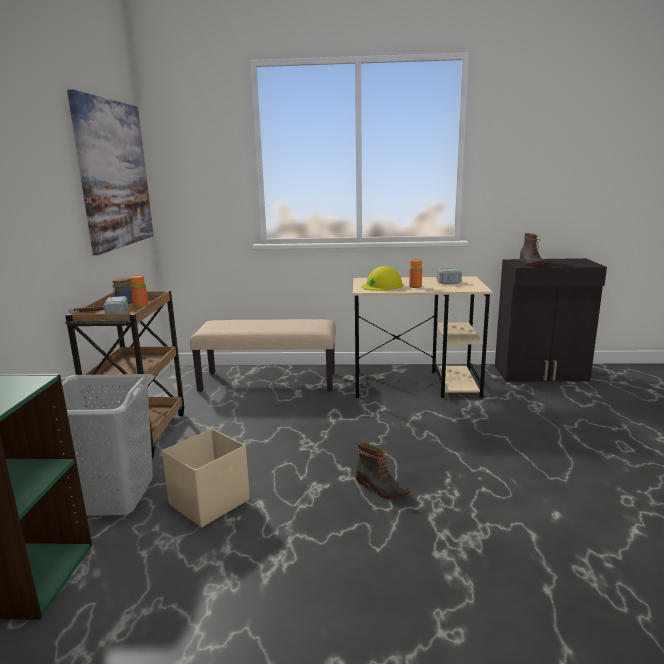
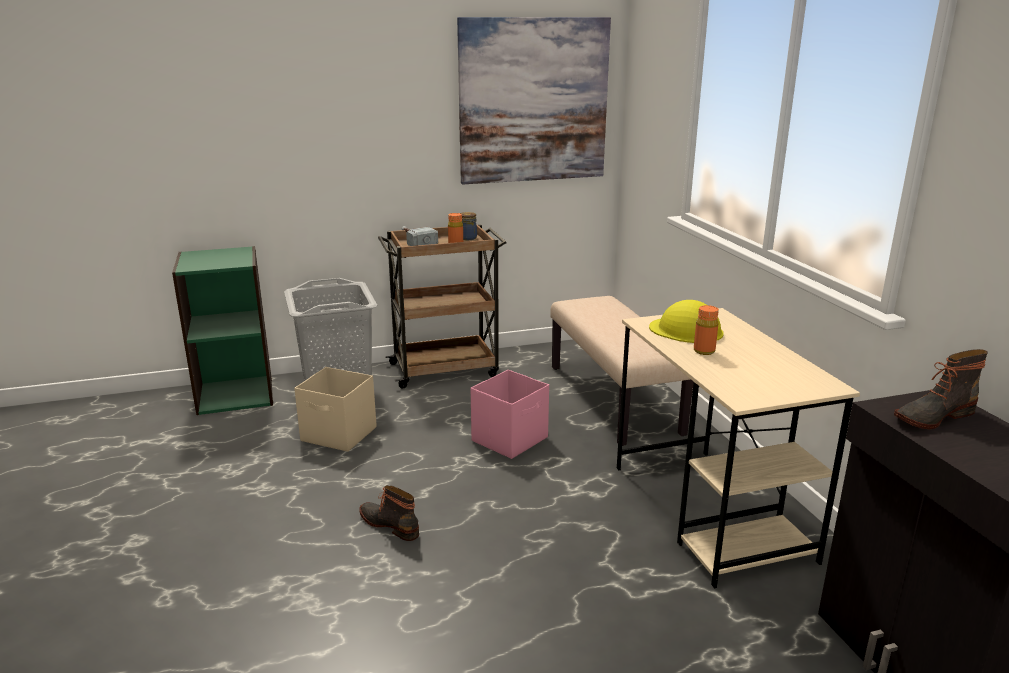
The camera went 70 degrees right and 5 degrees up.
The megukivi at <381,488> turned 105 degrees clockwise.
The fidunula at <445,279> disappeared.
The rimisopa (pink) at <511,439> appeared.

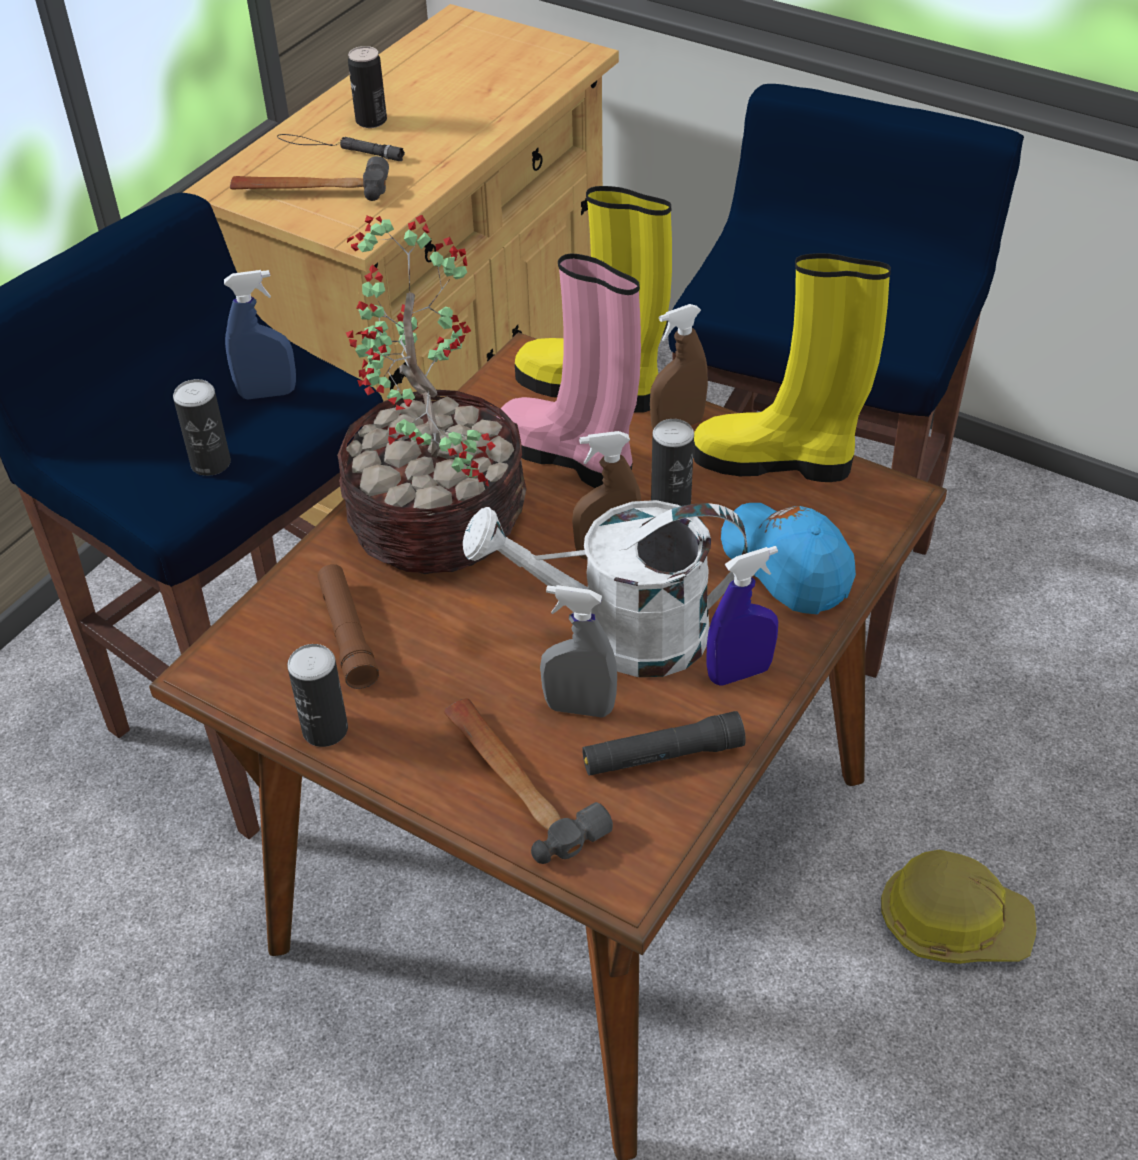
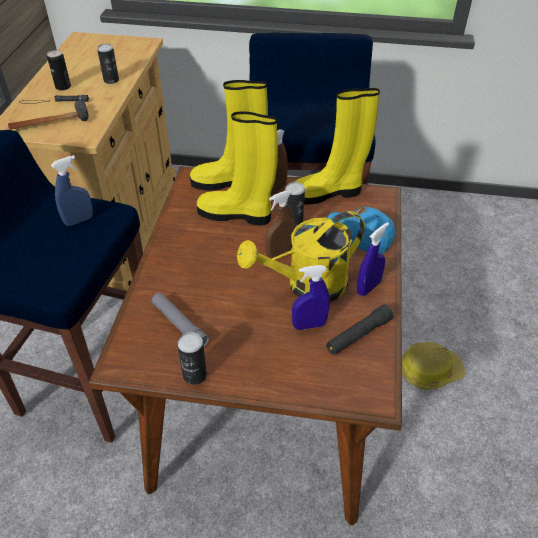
The camera went 25 degrees left and 0 degrees up.
The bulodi moved from <210,463> to <111,80>.
The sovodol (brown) at <347,634> became the sovodol (grey) at <179,325>.
The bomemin at <435,515> disappeared.
The fidunula at <517,781> disappeared.
The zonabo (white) at <620,634> became the zonabo (yellow) at <307,286>.
The megukivi (pink) at <569,457> became the megukivi (yellow) at <236,214>.
The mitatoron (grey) at <579,708> became the mitatoron (blue) at <309,325>.

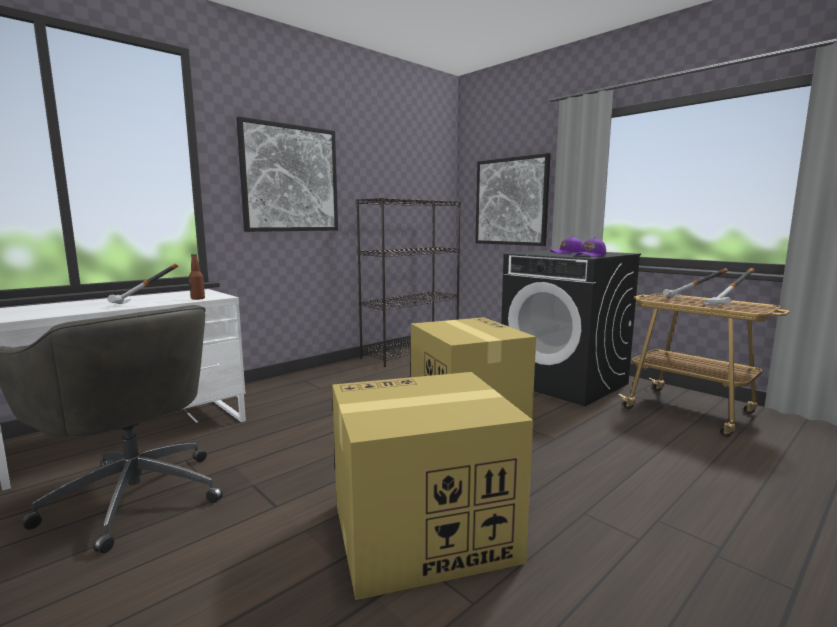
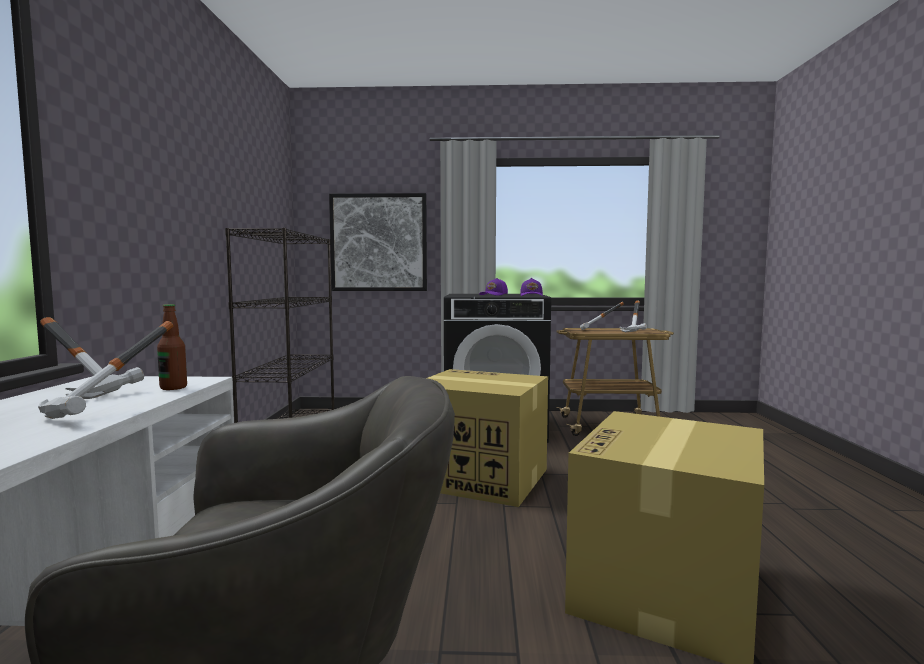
The camera went 45 degrees left and 5 degrees down.
The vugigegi at <290,179> disappeared.
The fidunula at <94,390> appeared.

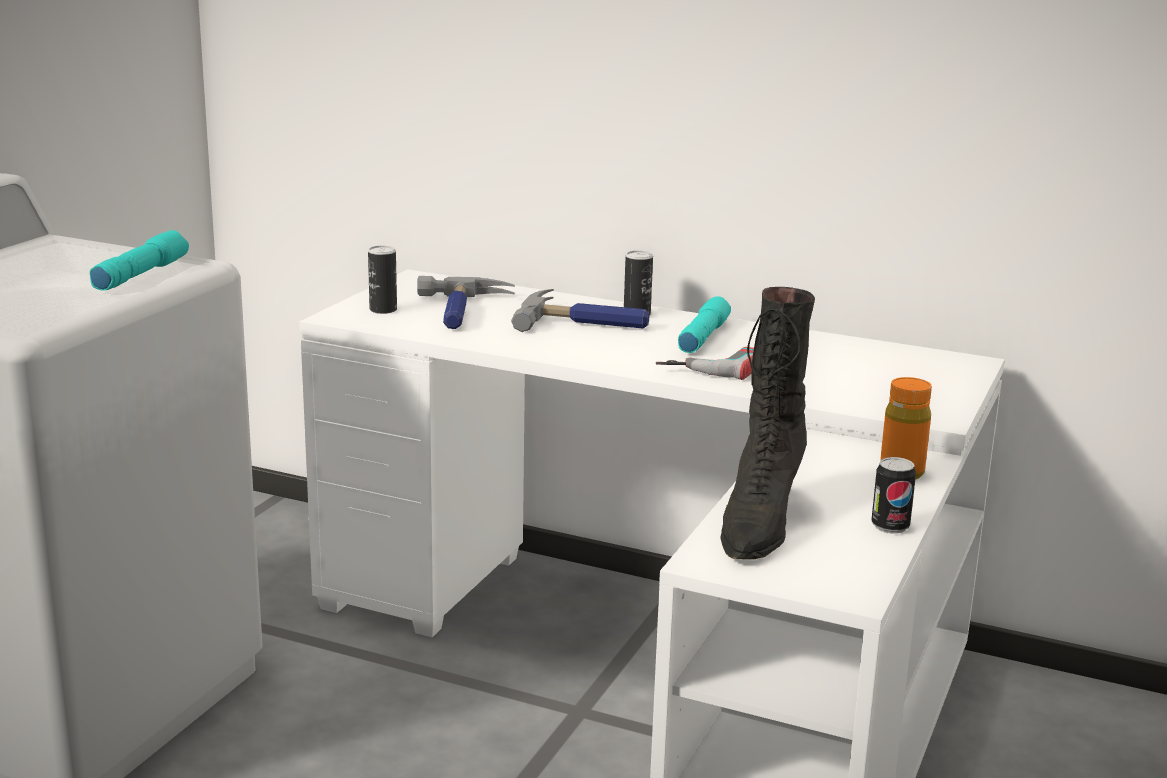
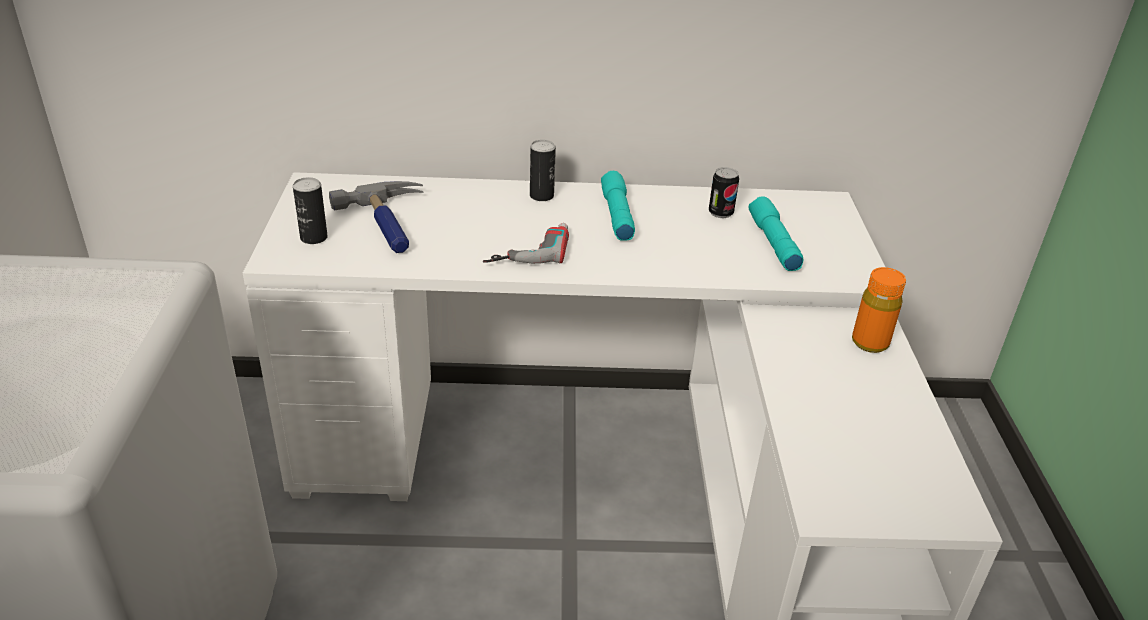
The camera went 25 degrees left and 15 degrees up.
The sovodol (turquoise) moved from <140,274> to <772,243>.
The fidunula at <585,322> disappeared.
The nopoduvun moved from <714,366> to <528,249>.
The megukivi (black) at <759,523> disappeared.
The bulodi moved from <890,526> to <720,213>.

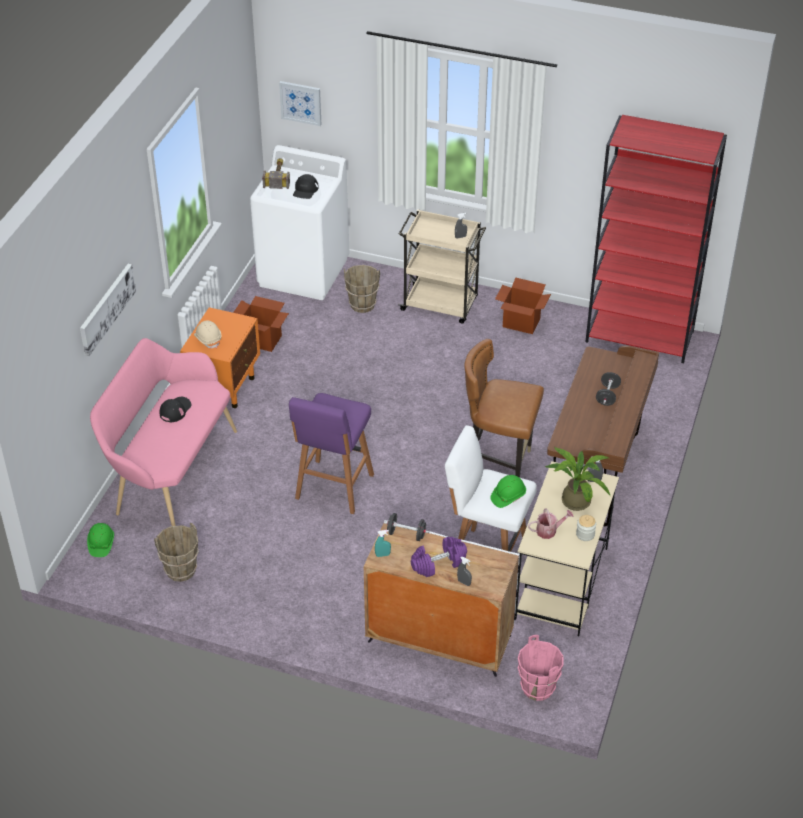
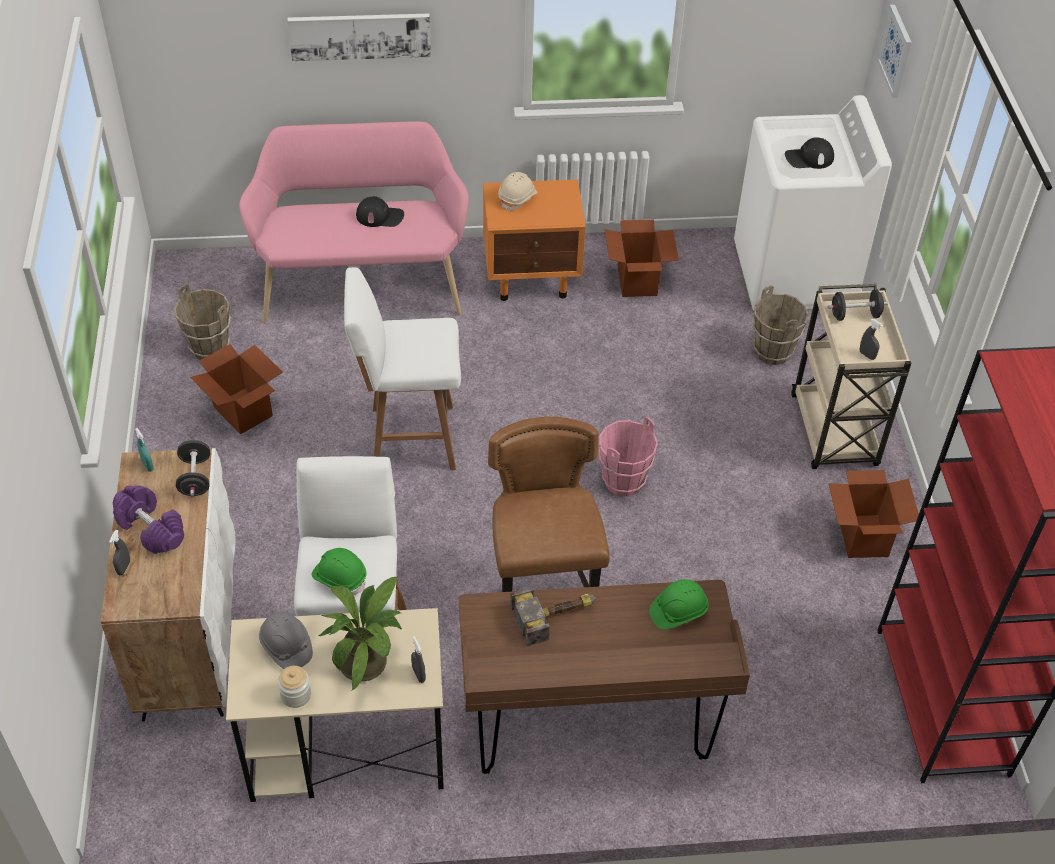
The camera went 65 degrees right and 5 degrees up.
The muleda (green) moved from <101,544> to <678,611>.
The fidunula moved from <278,176> to <557,615>.
The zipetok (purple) at <333,488> became the zipetok (white) at <409,438>.
The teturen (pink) moved from <537,688> to <623,481>.
The zonabo at <549,531> was replaced by the muleda (grey) at <286,647>.
The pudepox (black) moved from <607,396> to <855,315>.
The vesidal at <243,411> appeared.

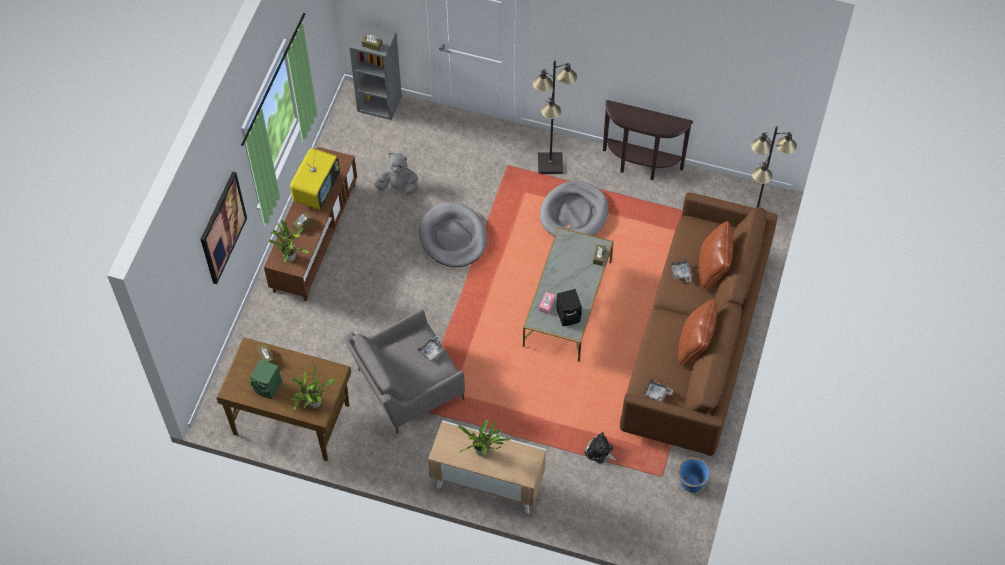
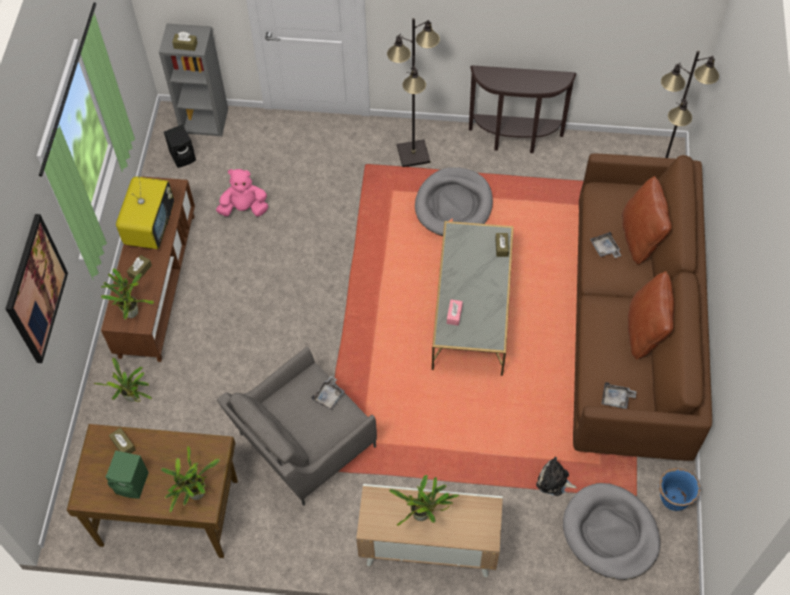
The camera went 10 degrees left and 0 degrees up.
The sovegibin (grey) at <398,186> became the sovegibin (pink) at <244,208>.
The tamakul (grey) moved from <453,237> to <610,533>.
The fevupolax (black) moved from <569,315> to <183,156>.
The bomemin at <133,398> appeared.

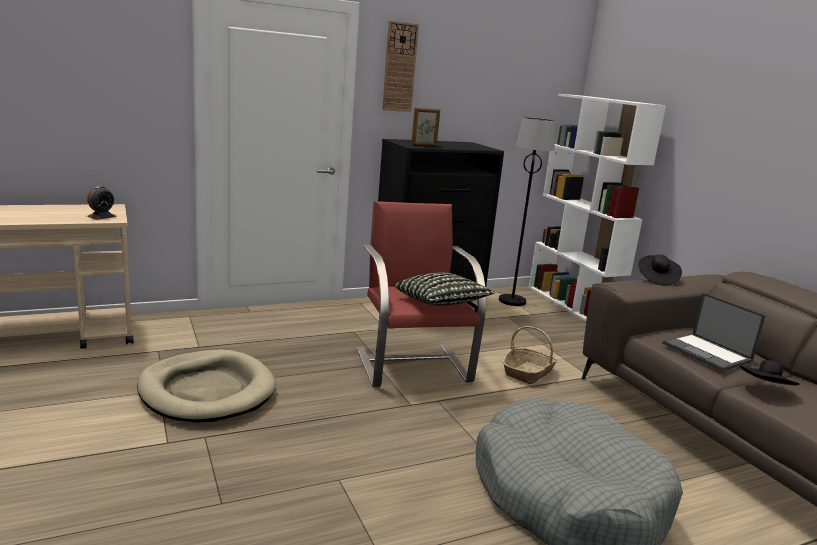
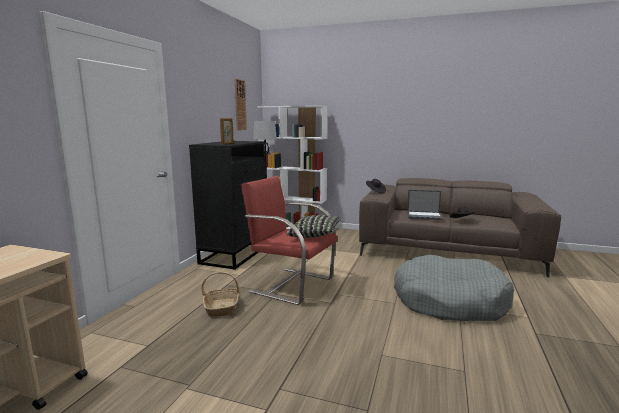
The camera went 45 degrees left and 5 degrees down.
The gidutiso at <101,216> disappeared.
The tamakul (beige) at <207,391> disappeared.
The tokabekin moved from <399,67> to <240,105>.
The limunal moved from <528,372> to <222,307>.

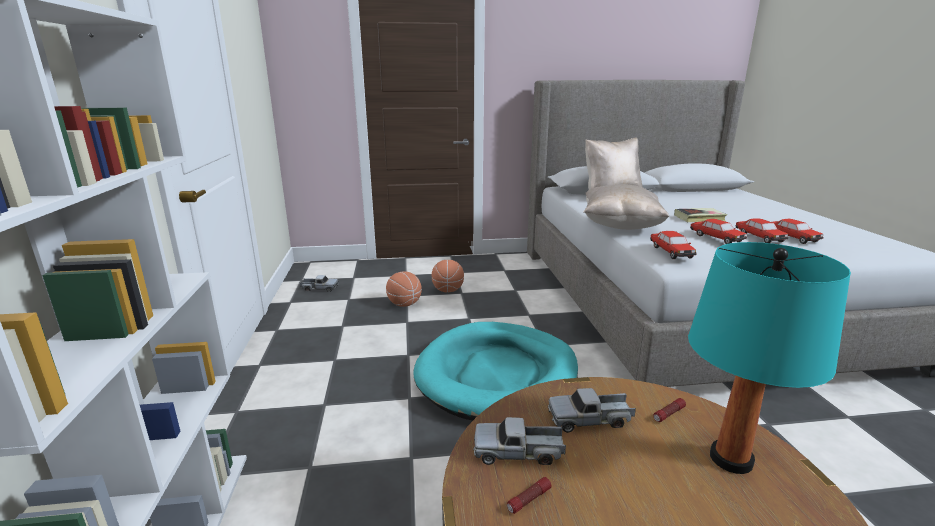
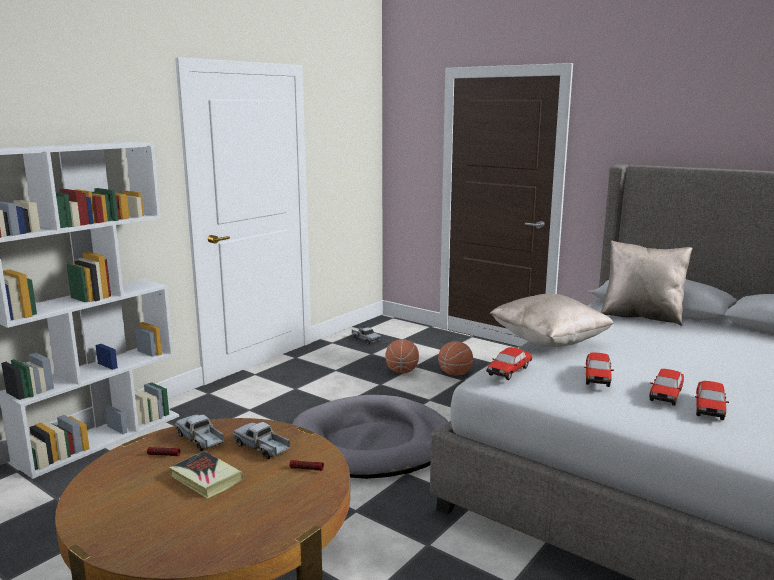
The camera went 45 degrees right and 5 degrees down.
The tamakul (turquoise) at <497,374> became the tamakul (grey) at <372,443>.
The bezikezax moved from <699,218> to <206,478>.
The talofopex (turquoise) at <730,459> disappeared.

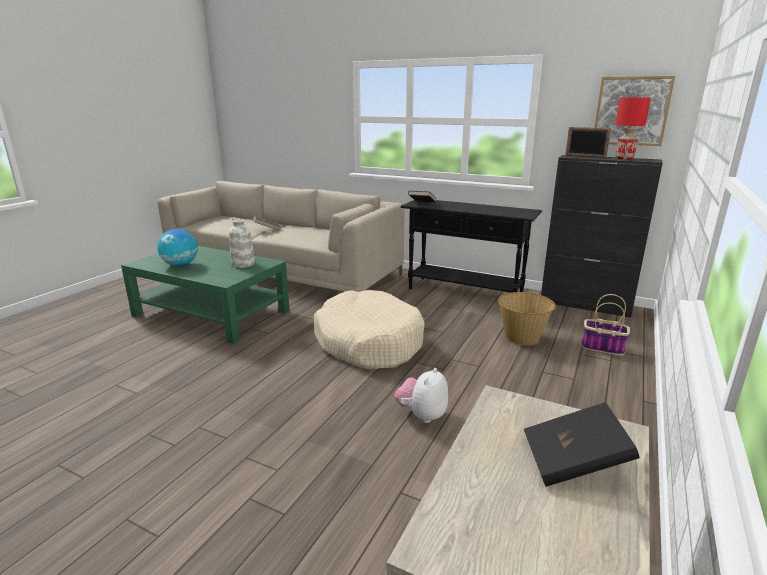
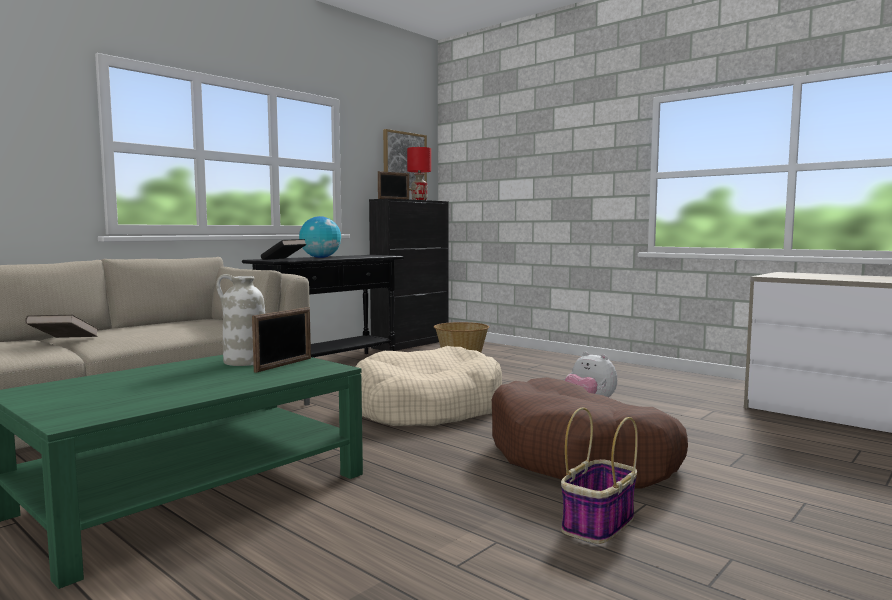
The camera went 75 degrees left and 15 degrees down.
The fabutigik moved from <180,265> to <320,257>.
The bezikezax (black) at <573,463> disappeared.
The limunal moved from <602,347> to <598,524>.
The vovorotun at <284,365> appeared.
The tamakul (brown) at <580,458> appeared.

